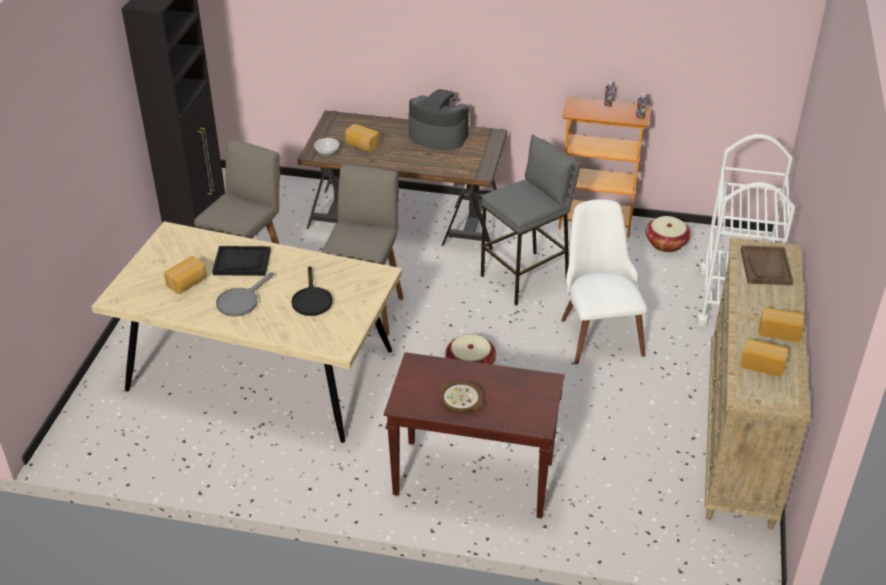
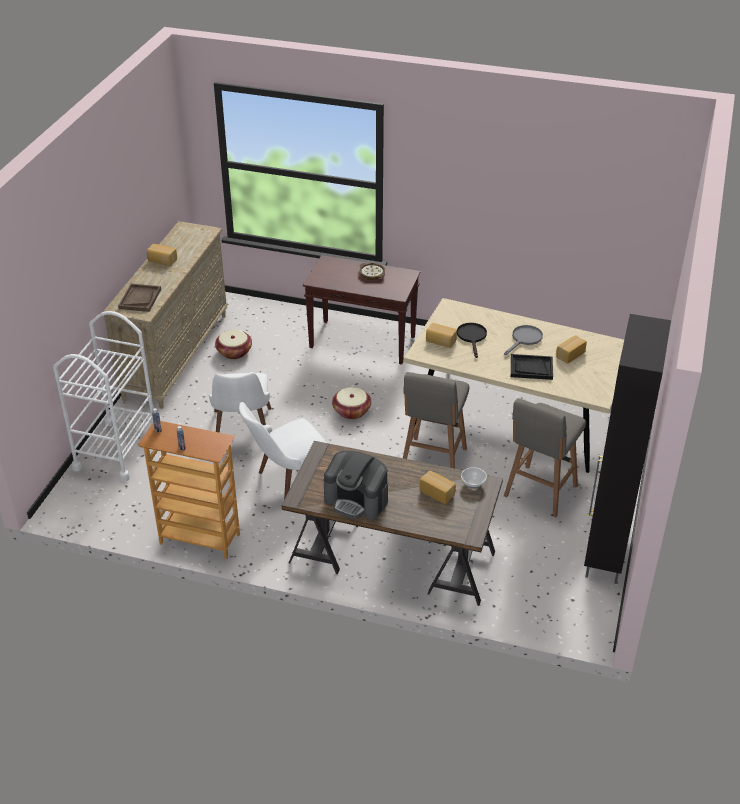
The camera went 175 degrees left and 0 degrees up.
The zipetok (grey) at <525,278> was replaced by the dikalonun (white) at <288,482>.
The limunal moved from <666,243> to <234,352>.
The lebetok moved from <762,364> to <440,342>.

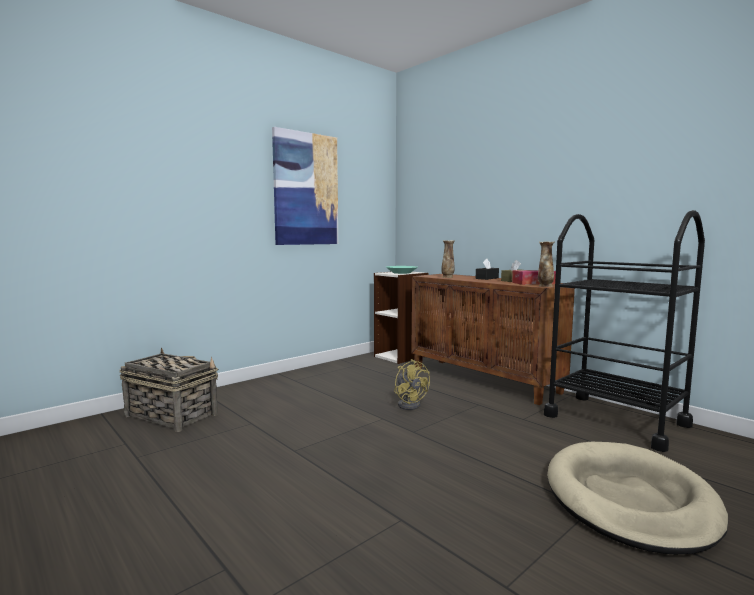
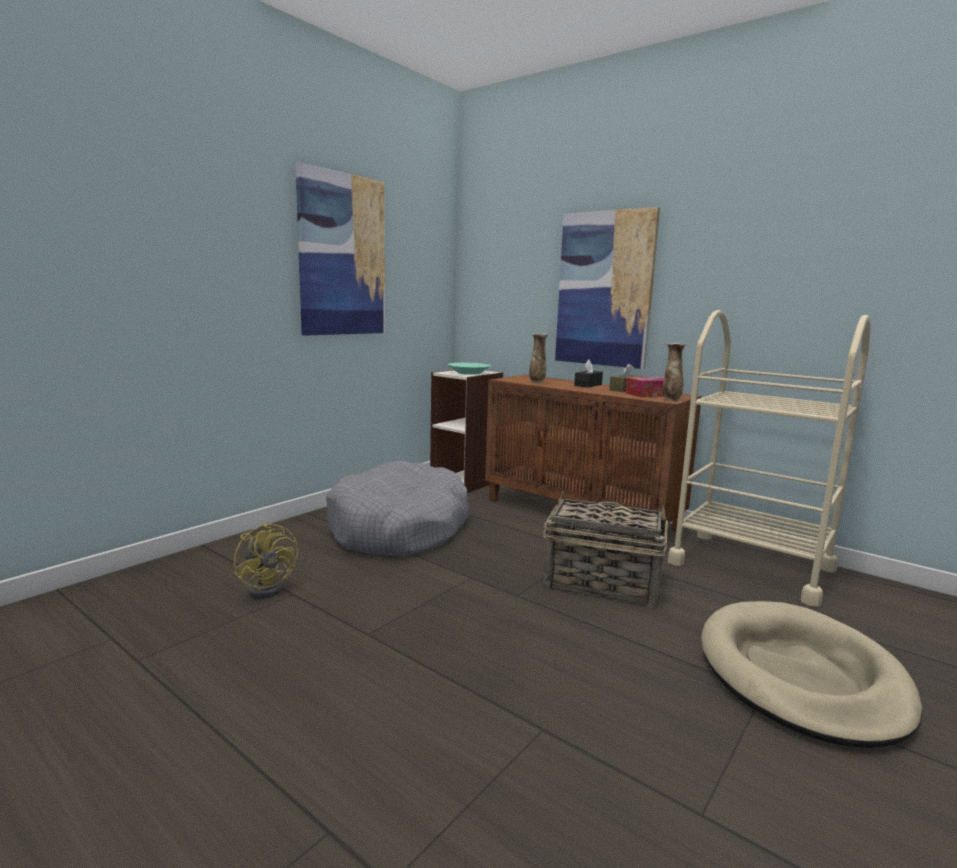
The camera went 10 degrees left and 5 degrees up.
The limunal moved from <171,415> to <600,583>.
The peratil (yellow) moved from <410,404> to <269,587>.
The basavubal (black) at <615,420> became the basavubal (beige) at <751,566>.
The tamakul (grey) at <399,528> appeared.
The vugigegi at <605,289> appeared.

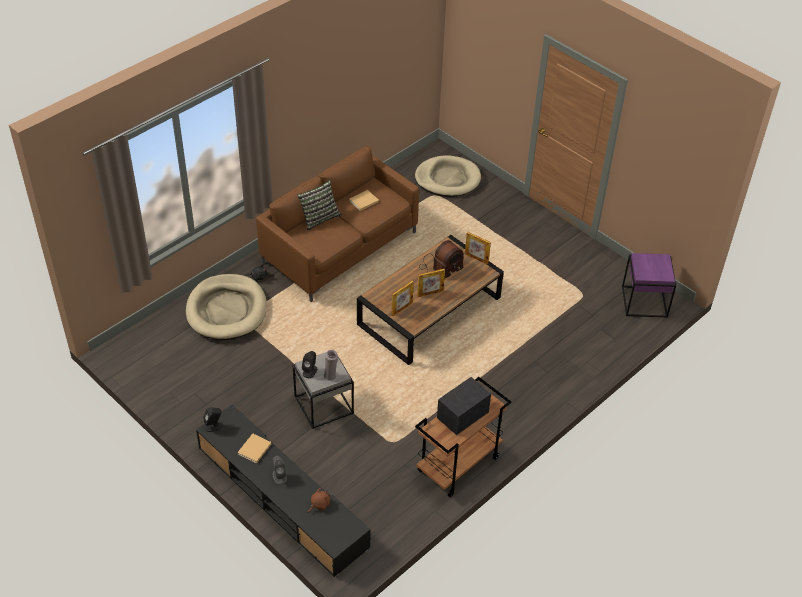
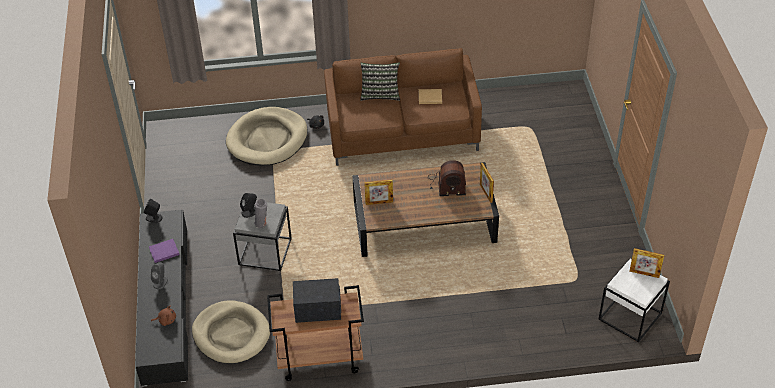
The camera went 40 degrees right and 0 degrees up.
The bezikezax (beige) at <254,450> became the bezikezax (purple) at <163,251>.
The tamakul (beige) moved from <447,179> to <231,334>.
The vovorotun moved from <430,293> to <644,273>.
The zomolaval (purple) at <644,302> became the zomolaval (white) at <630,317>.

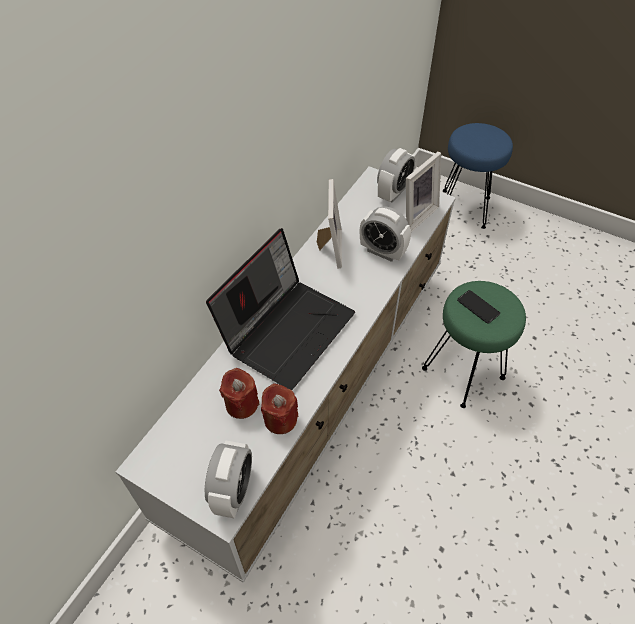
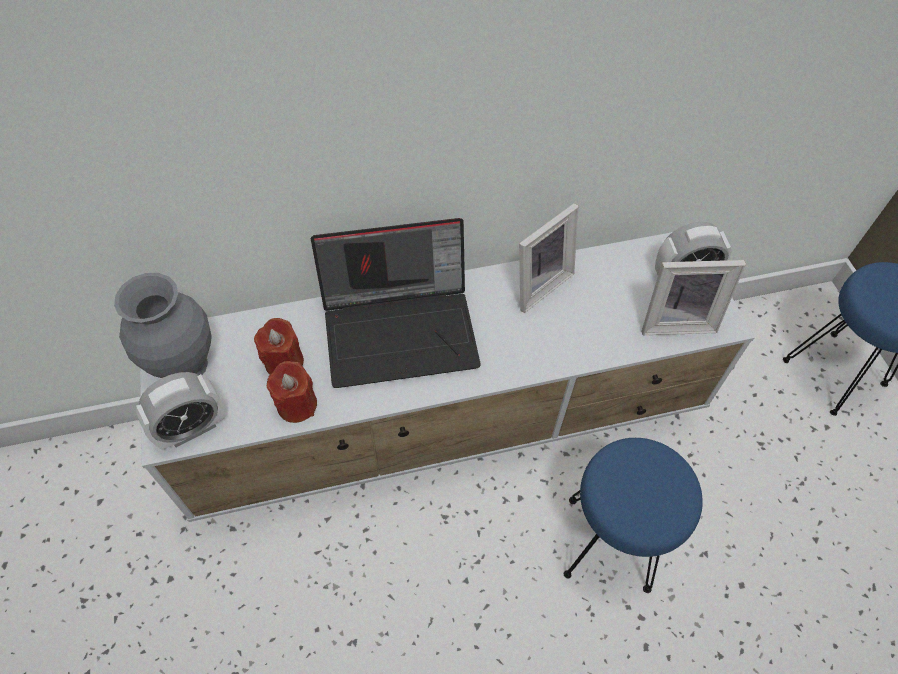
The camera went 45 degrees right and 5 degrees up.
The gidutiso at <382,252> disappeared.
The zipetok (green) at <464,372> became the zipetok (blue) at <610,543>.
The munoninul at <478,307> disappeared.
The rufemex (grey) at <184,364> appeared.

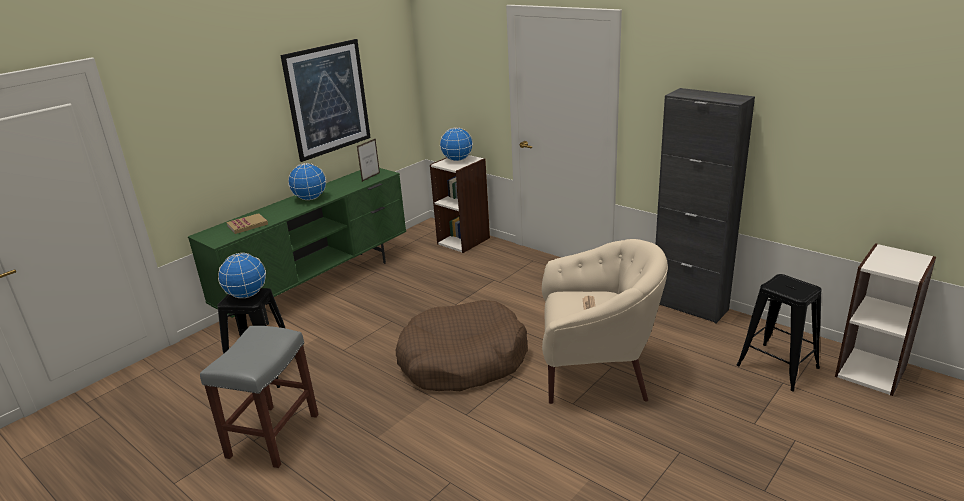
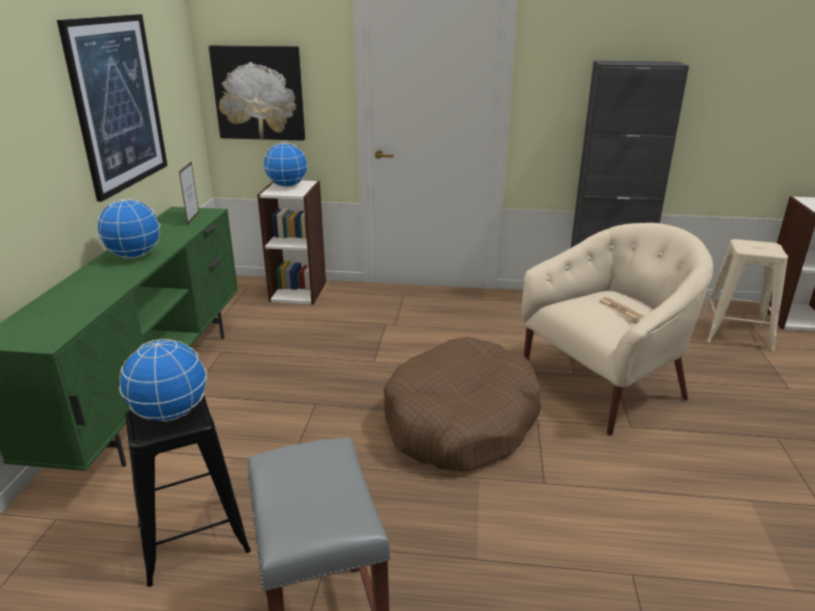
The camera went 35 degrees left and 0 degrees up.
The bezikezax at <247,225> disappeared.
The zipetok (black) at <777,366> became the zipetok (beige) at <735,333>.
The vugigegi at <259,93> appeared.

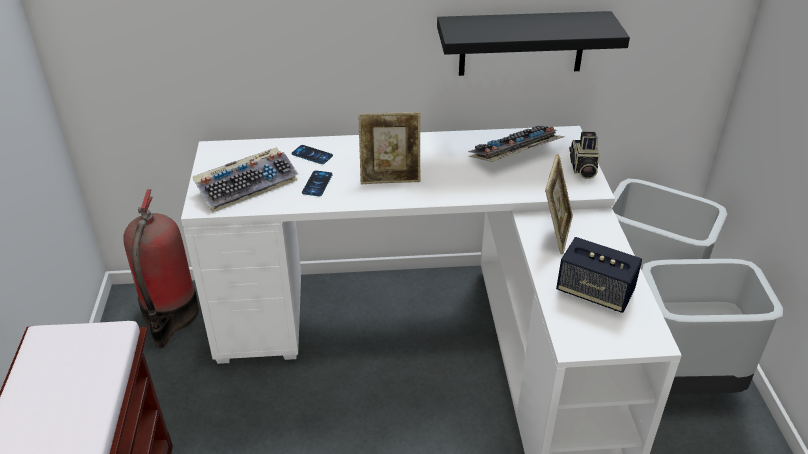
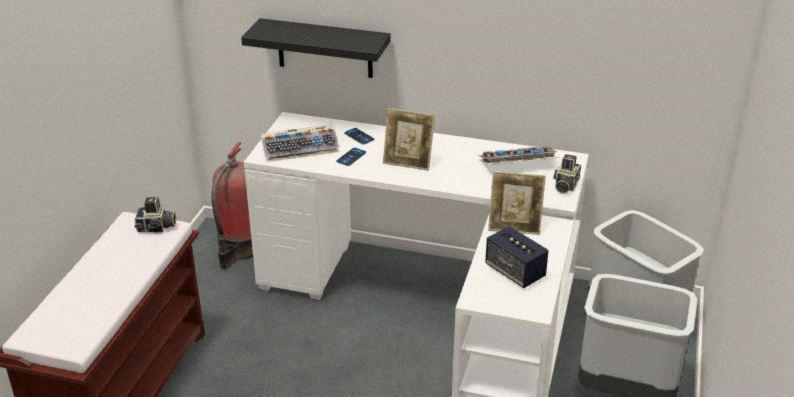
The camera went 20 degrees right and 5 degrees down.
The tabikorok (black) moved from <522,43> to <325,48>.
The vovorotun at <555,232> turned 60 degrees clockwise.
The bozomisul at <156,228> appeared.

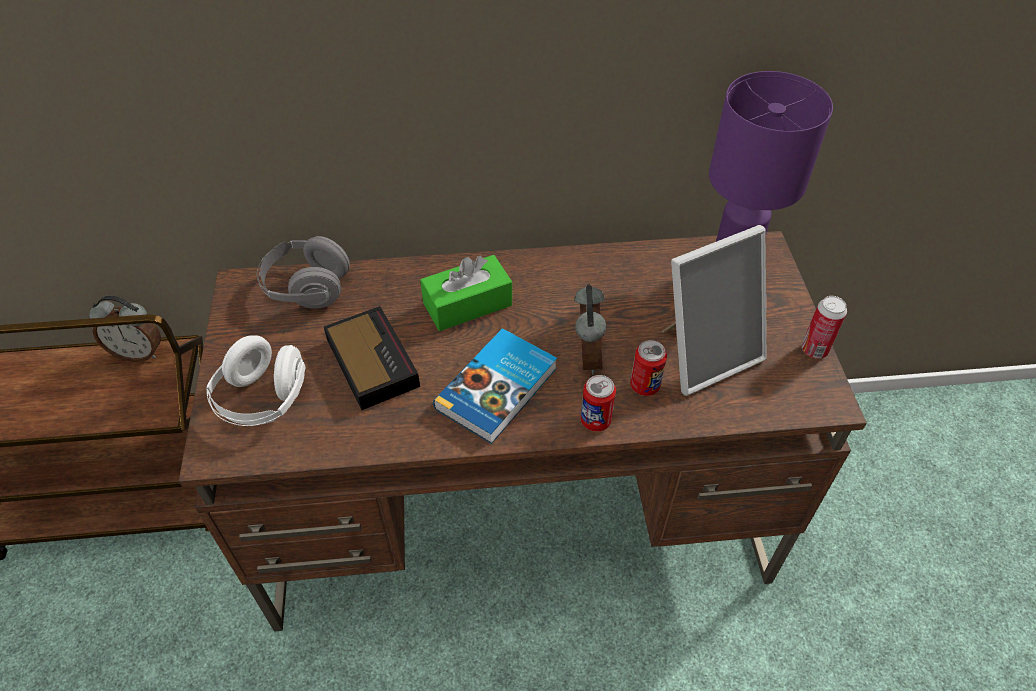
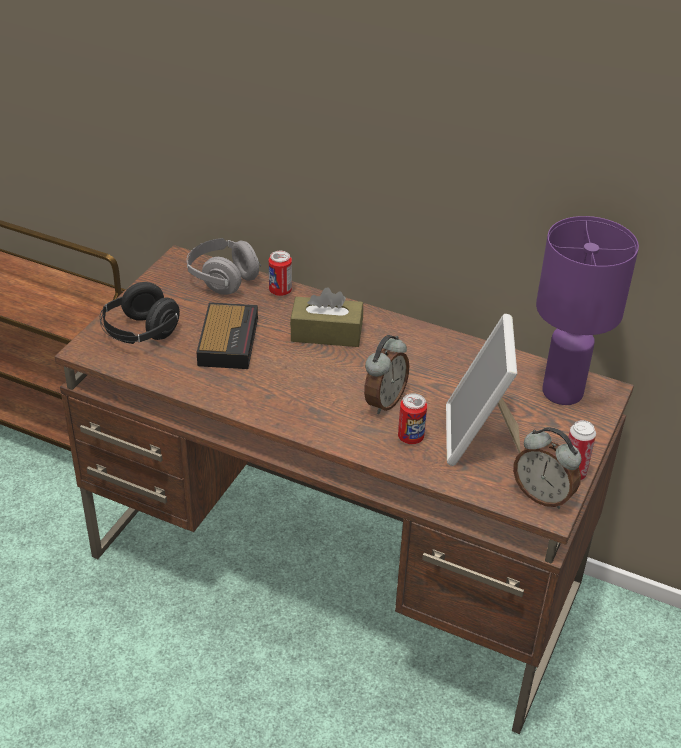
The camera went 30 degrees right and 10 degrees down.
The gidutiso moved from <139,352> to <543,495>.
The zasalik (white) at <263,399> became the zasalik (black) at <140,333>.
The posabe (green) at <467,304> became the posabe (brown) at <326,333>.
The bezikezax at <499,389> disappeared.
The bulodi moved from <595,420> to <280,291>.
The vovorotun at <705,353> turned 90 degrees clockwise.

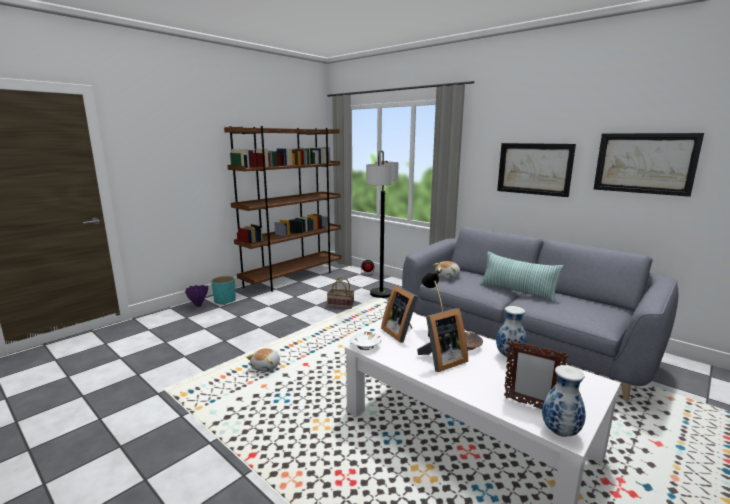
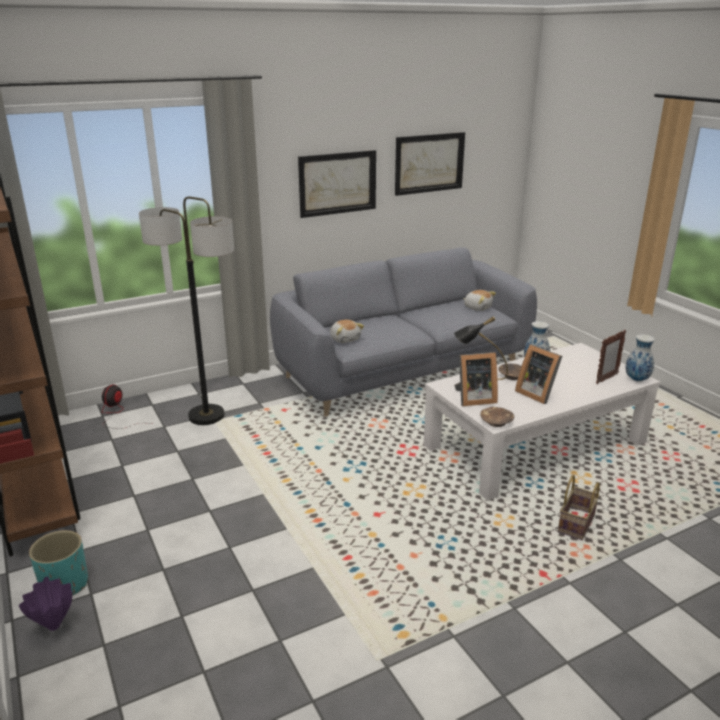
The camera went 70 degrees left and 10 degrees up.
The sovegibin moved from <266,367> to <477,307>.
The limunal moved from <340,305> to <576,525>.
The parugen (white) at <366,346> became the parugen (brown) at <496,422>.
The vovorotun at <441,361> turned 150 degrees clockwise.
The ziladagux at <517,291> disappeared.

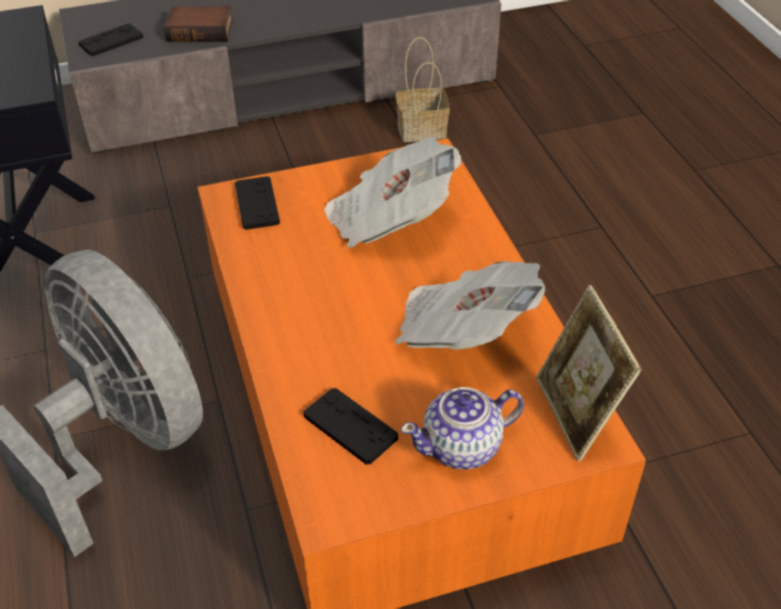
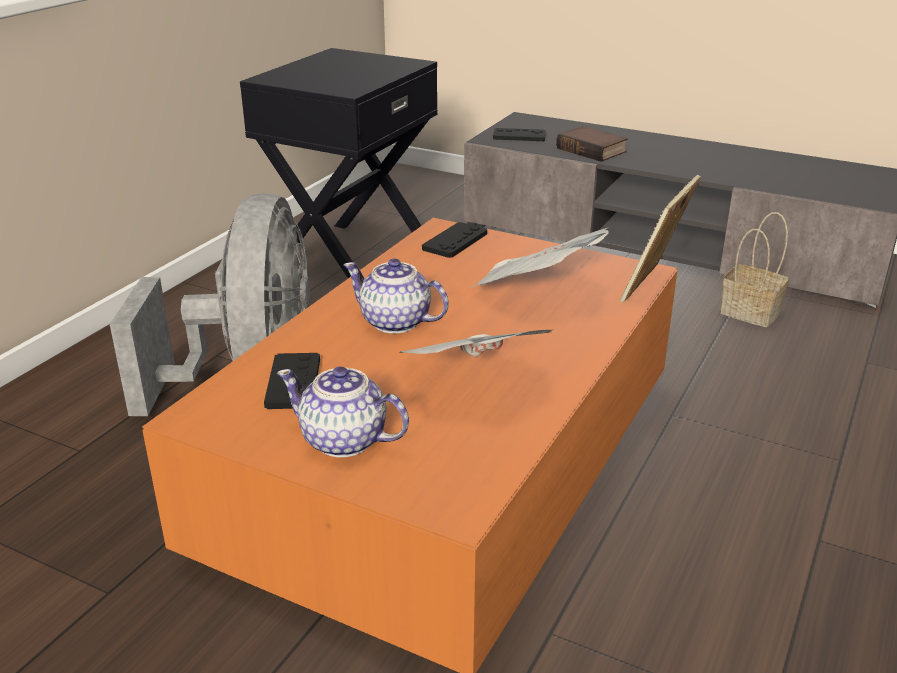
The camera went 45 degrees right and 15 degrees down.
The vovorotun moved from <576,414> to <654,287>.
The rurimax at <396,322> appeared.

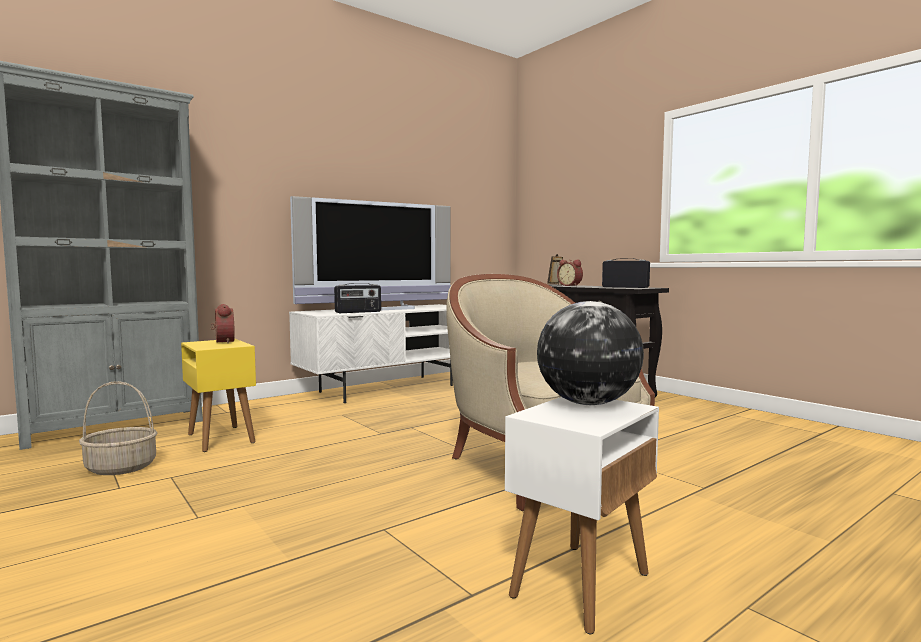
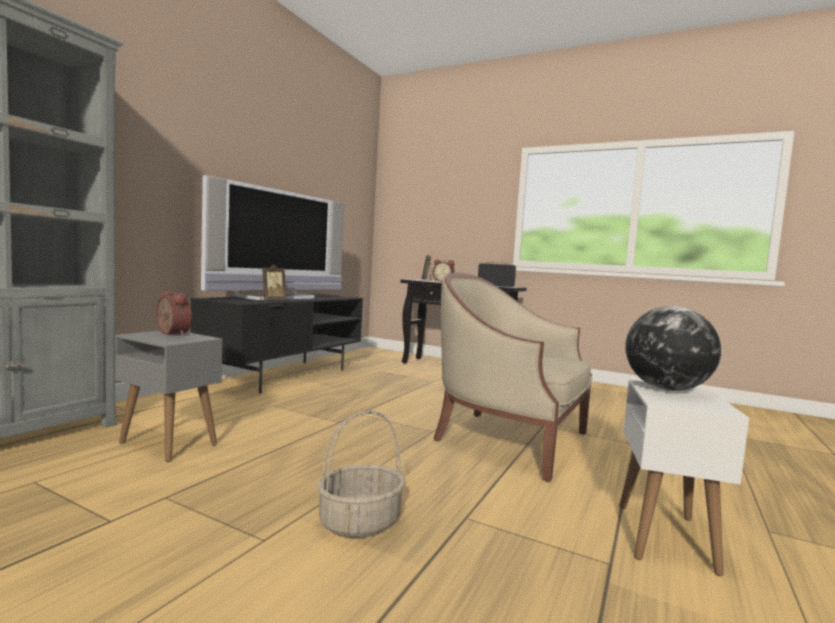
The camera went 25 degrees left and 0 degrees up.
The limunal moved from <120,468> to <359,523>.
The zomolaval (yellow) at <220,438> became the zomolaval (grey) at <167,443>.
The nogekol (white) at <388,388> became the nogekol (black) at <285,375>.
The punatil at <358,312> was replaced by the vovorotun at <272,301>.

